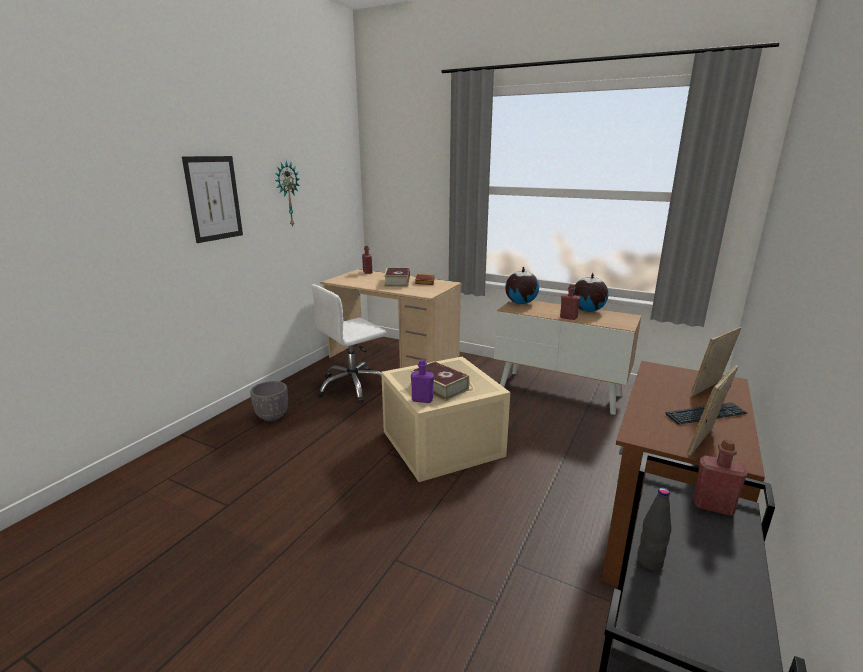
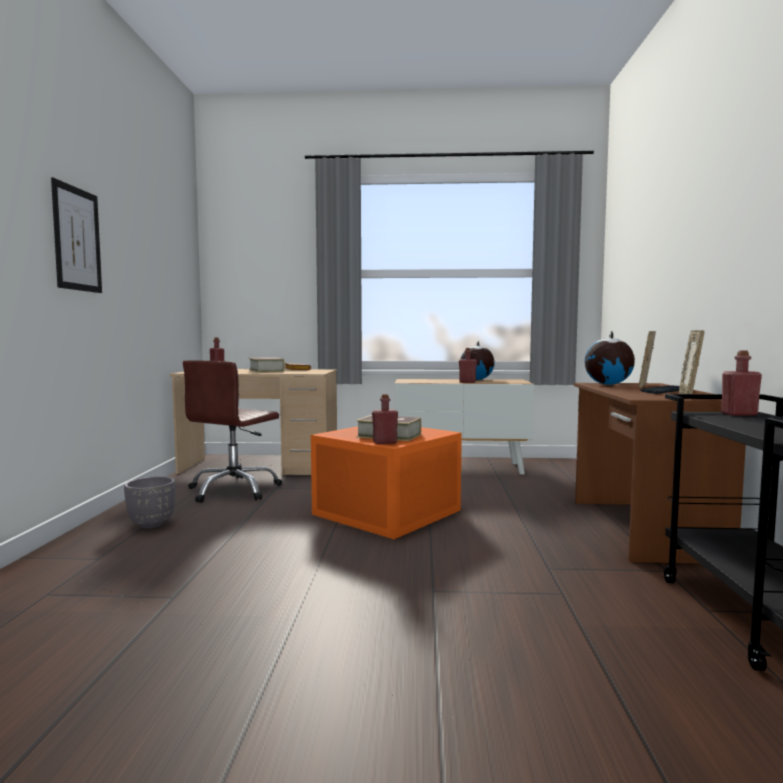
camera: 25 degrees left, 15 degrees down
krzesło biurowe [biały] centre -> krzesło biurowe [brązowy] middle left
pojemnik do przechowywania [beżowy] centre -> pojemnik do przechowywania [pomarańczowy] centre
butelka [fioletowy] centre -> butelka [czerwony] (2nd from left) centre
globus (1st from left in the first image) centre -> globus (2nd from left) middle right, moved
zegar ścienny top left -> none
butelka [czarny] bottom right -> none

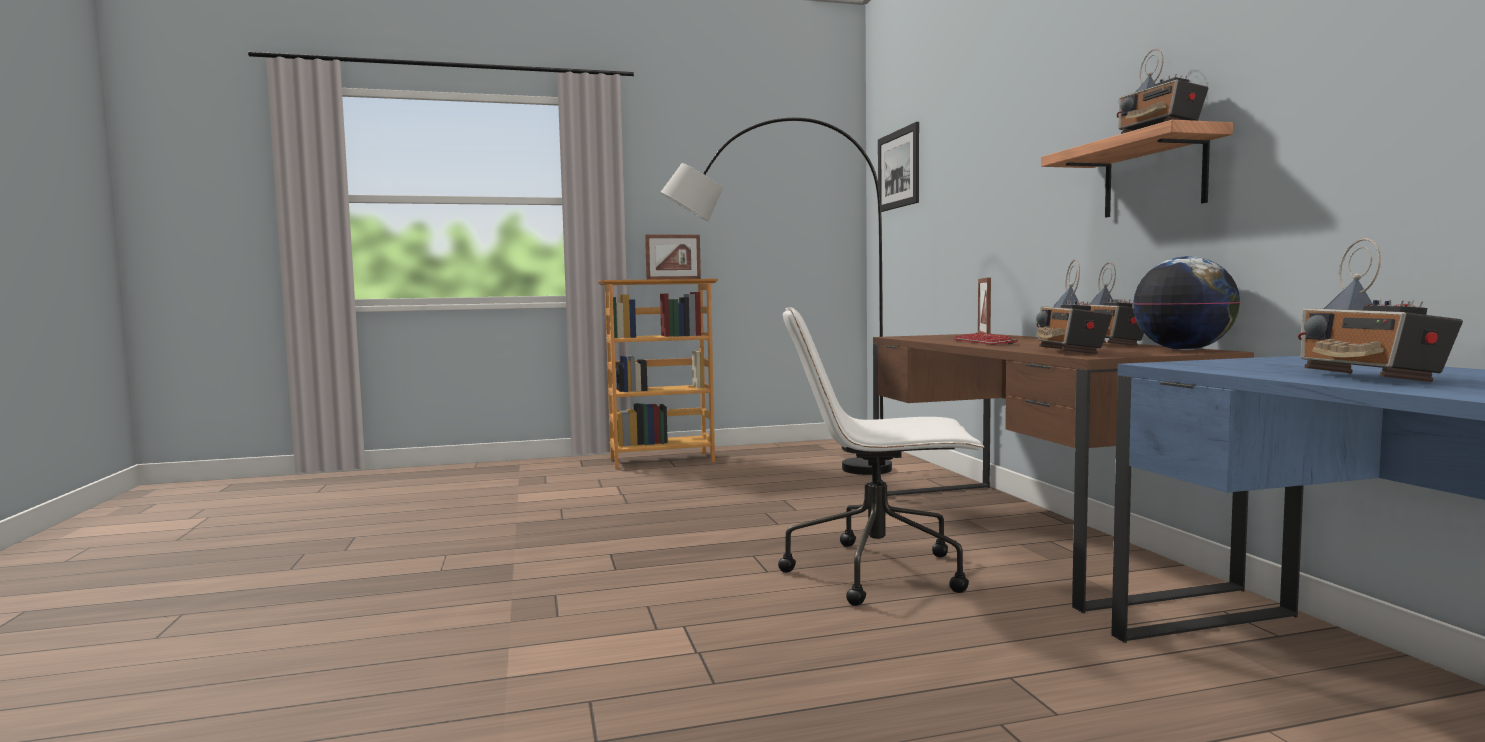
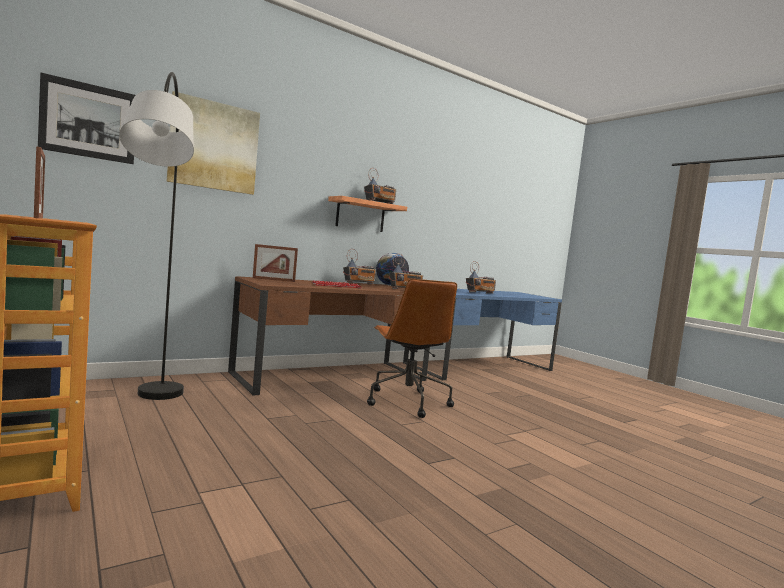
camera: 110 degrees left, 0 degrees up
none -> obraz (2nd from left) top left
krzesło biurowe [biały] centre -> krzesło biurowe [brązowy] centre

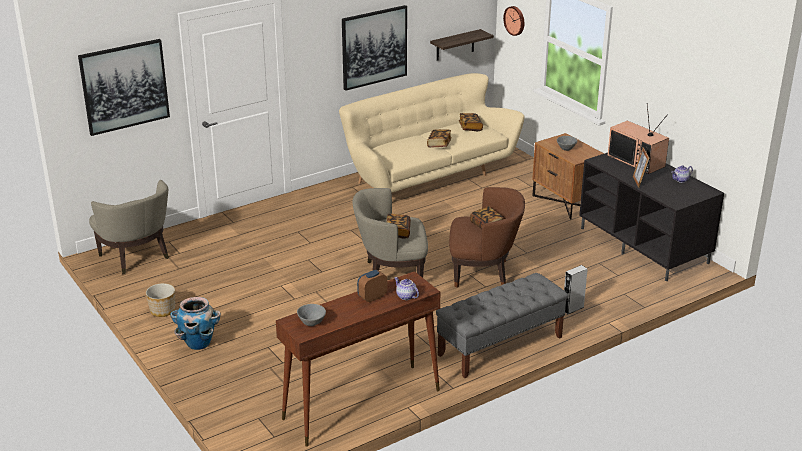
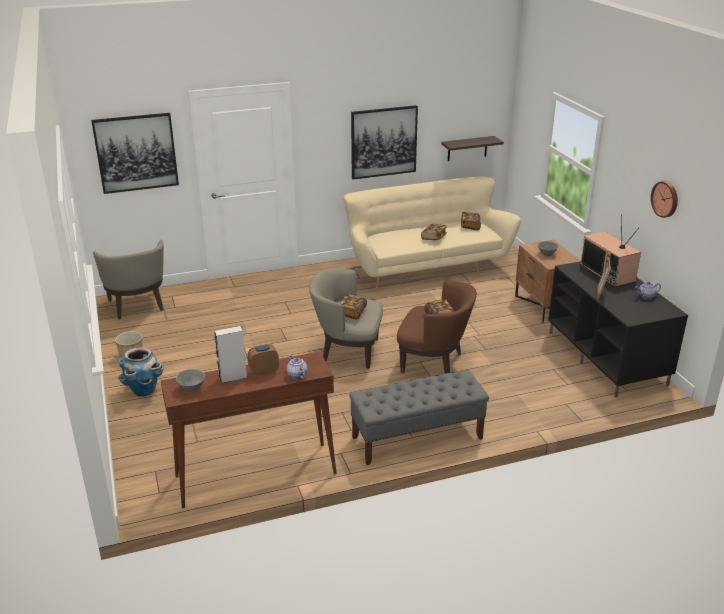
camera: 15 degrees right, 0 degrees up
głośnik [szary] middle right -> głośnik [szary] middle left, moved
zegar ścienny top centre -> zegar ścienny top right, moved

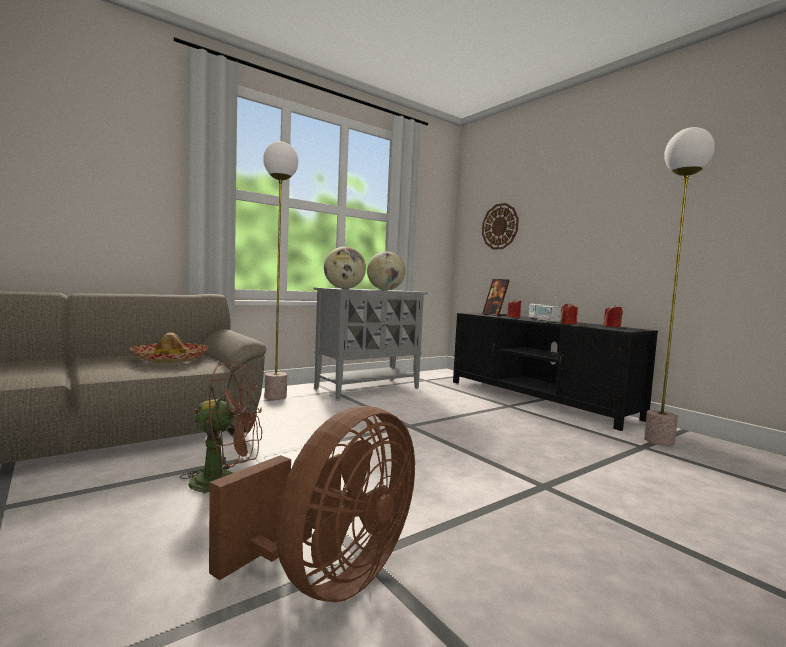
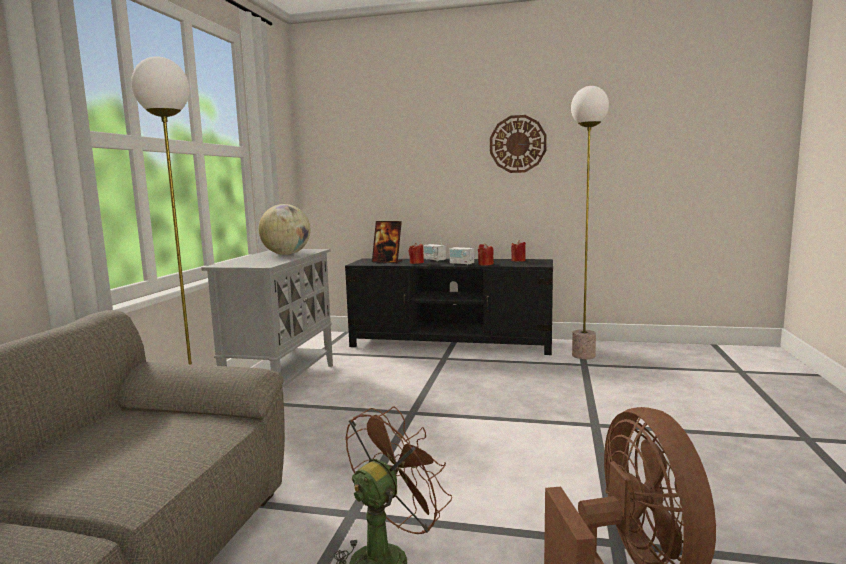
camera: 40 degrees left, 5 degrees up
zegar ścienny centre -> zegar ścienny top centre, moved
kapelusz middle left -> none
globus (1st from left) centre -> none

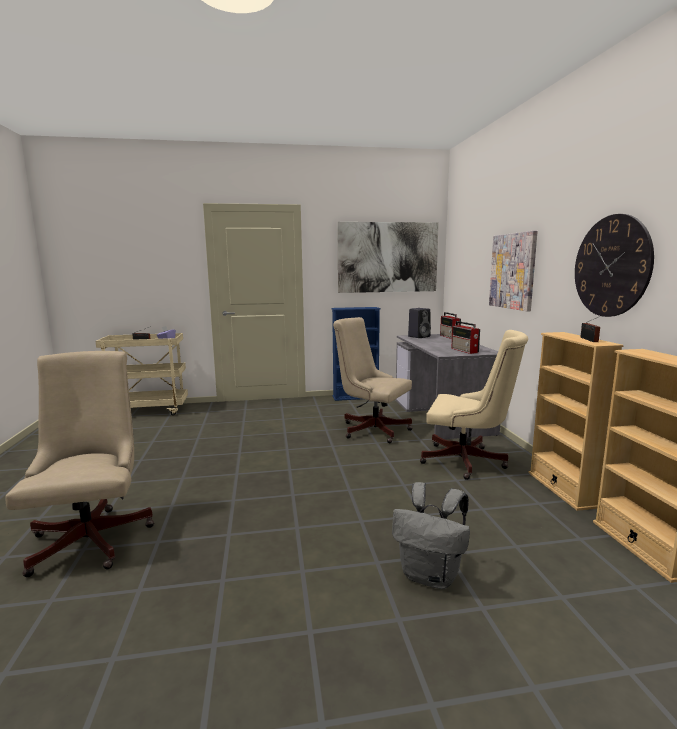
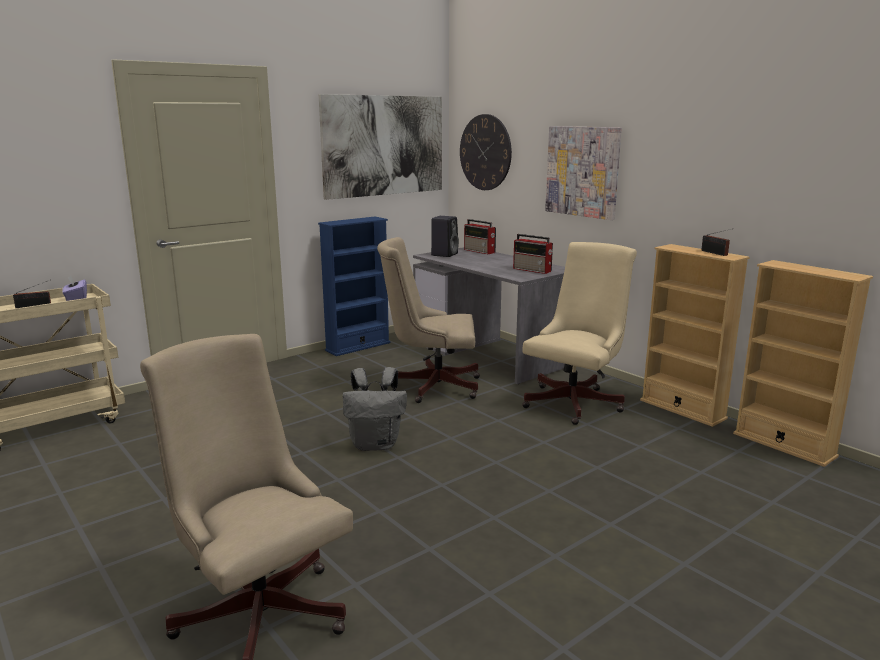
camera: 30 degrees left, 5 degrees up
plecak [szary] bottom centre -> plecak [szary] centre, moved
zegar ścienny middle right -> zegar ścienny top centre, moved
krzesło biurowe [beżowy] (3rd from left) middle right -> krzesło biurowe [beżowy] (3rd from left) centre, 45 degrees counterclockwise

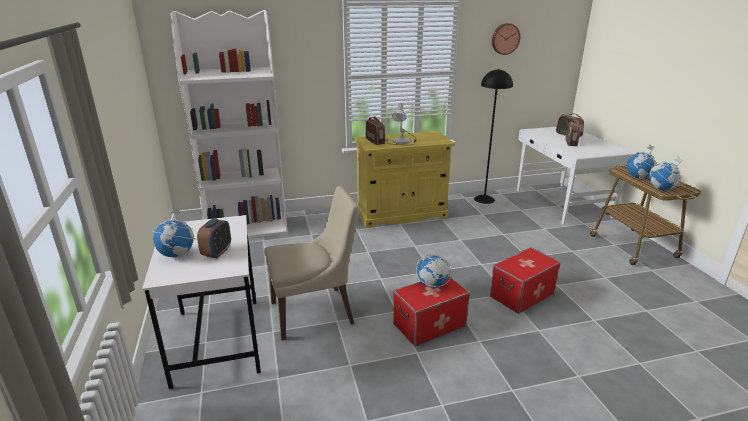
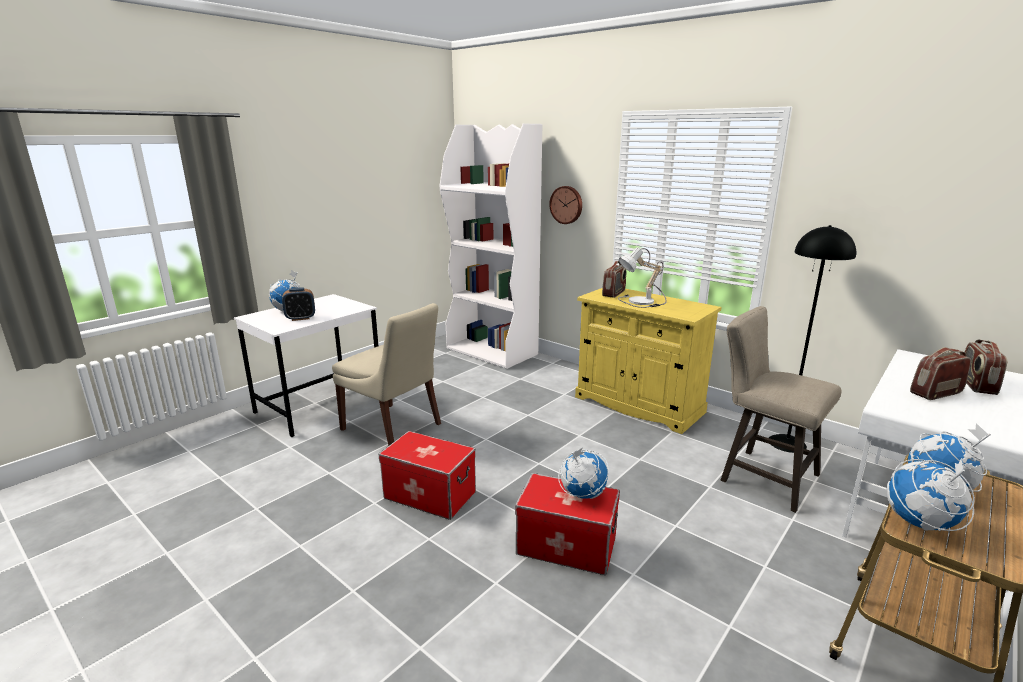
camera: 55 degrees right, 5 degrees down
zegar ścienny top right -> zegar ścienny top centre, moved
globus (2nd from left) centre -> globus (2nd from left) bottom centre, moved
none -> stołek [beżowy] middle right

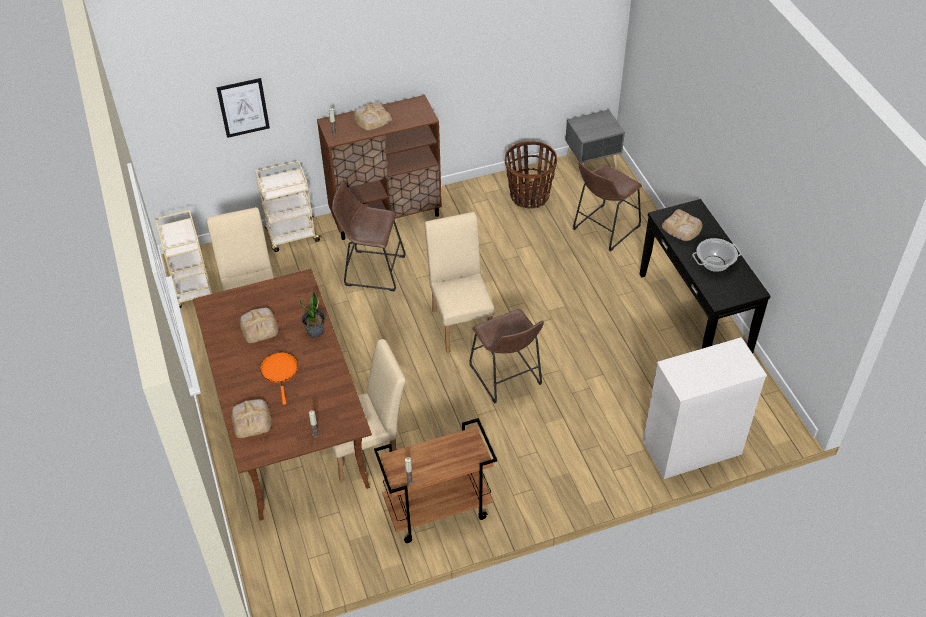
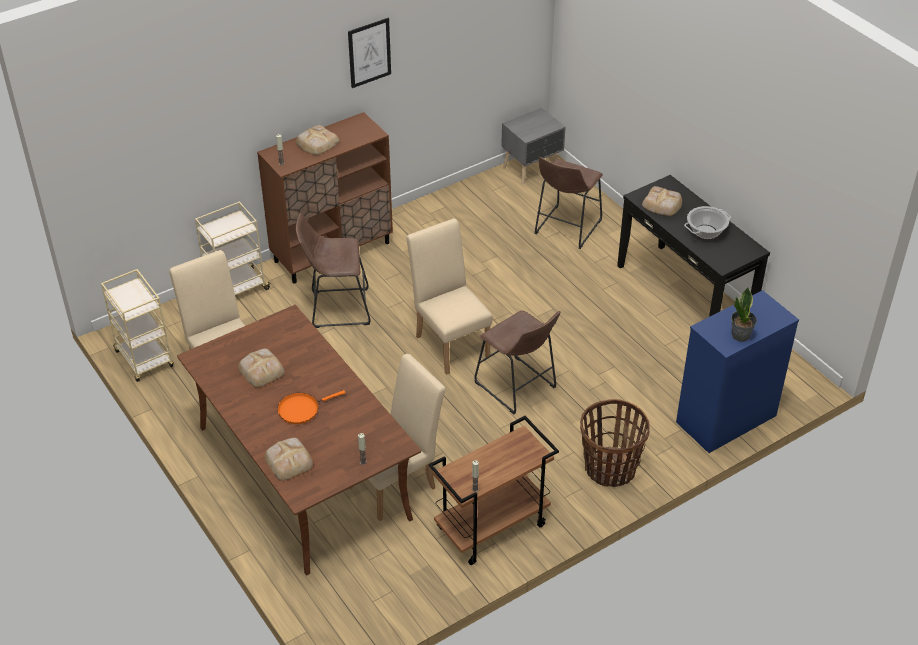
camera: 15 degrees left, 5 degrees down
patelnia [pomarańczowy] middle left -> patelnia [pomarańczowy] centre, 90 degrees counterclockwise
obraz top left -> obraz top centre, moved
koszyk top centre -> koszyk bottom right, moved
komoda [biały] middle right -> komoda [niebieski] middle right
roślina doniczkowa centre -> roślina doniczkowa middle right, moved

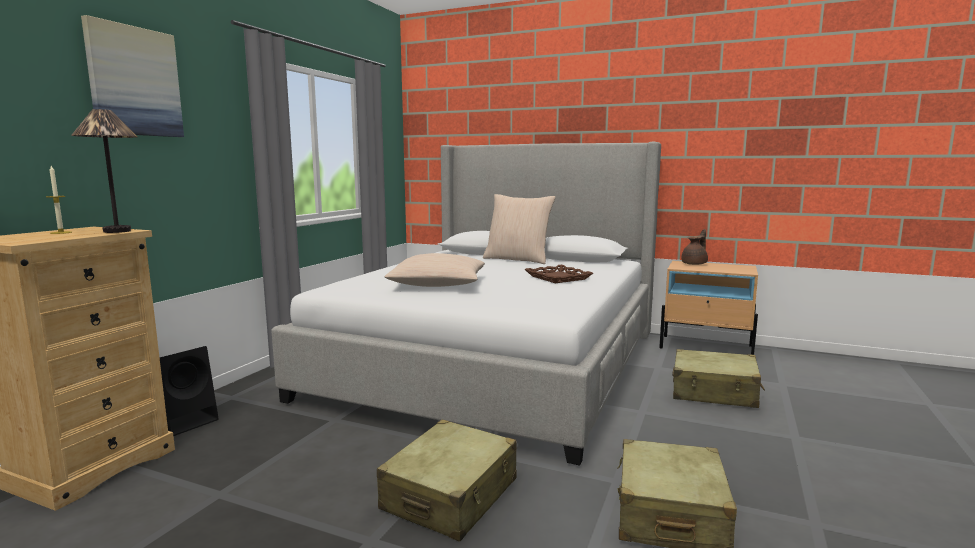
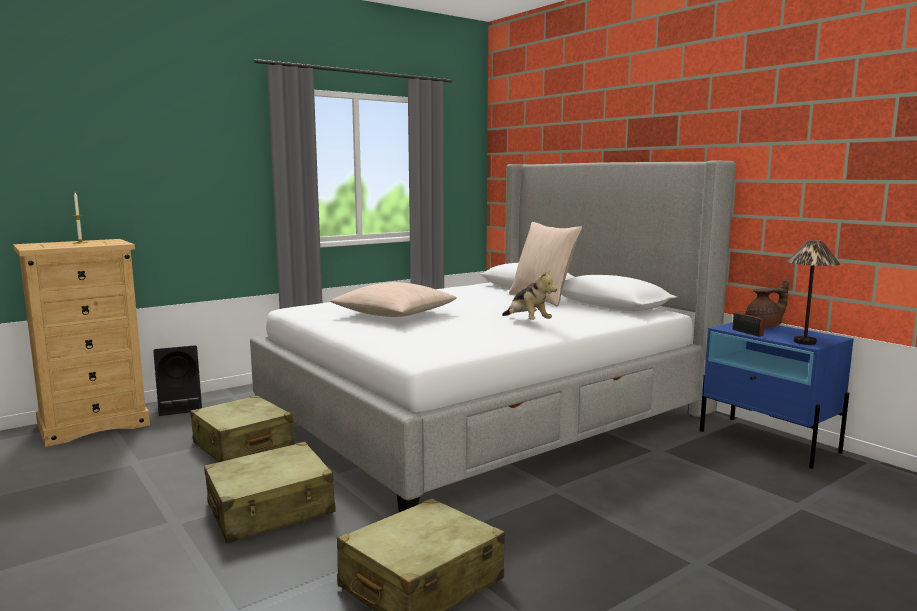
camera: 30 degrees right, 0 degrees up
walizka [beżowy] (3rd from left in the first image) bottom right -> walizka [beżowy] (1st from left) bottom left, moved
taca [brązowy] centre -> pluszak centre
szafka nocna [beżowy] middle right -> szafka nocna [niebieski] middle right
none -> radio middle right
lampa stołowa top left -> lampa stołowa middle right, moved
obraz top left -> none

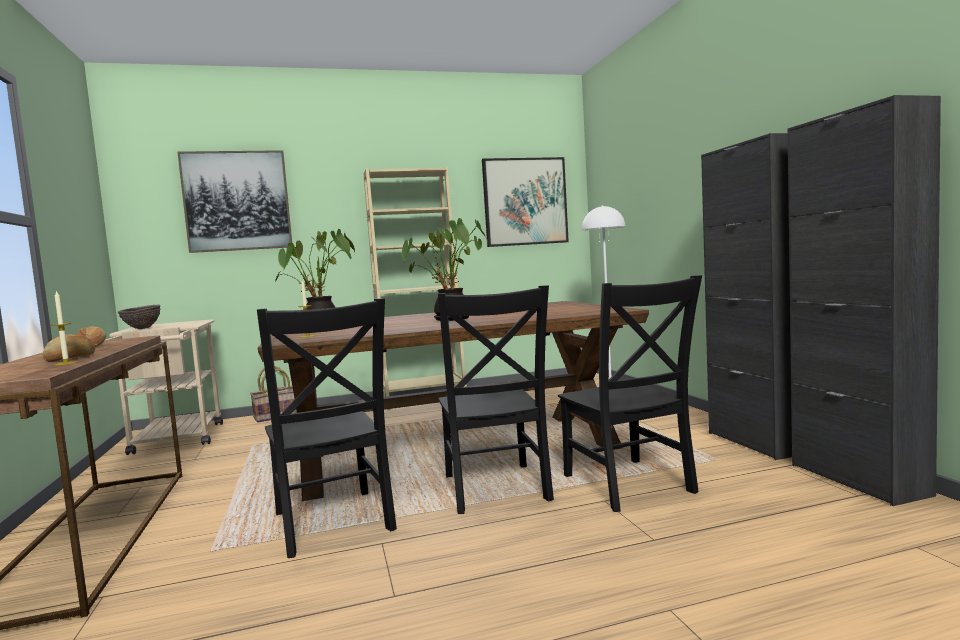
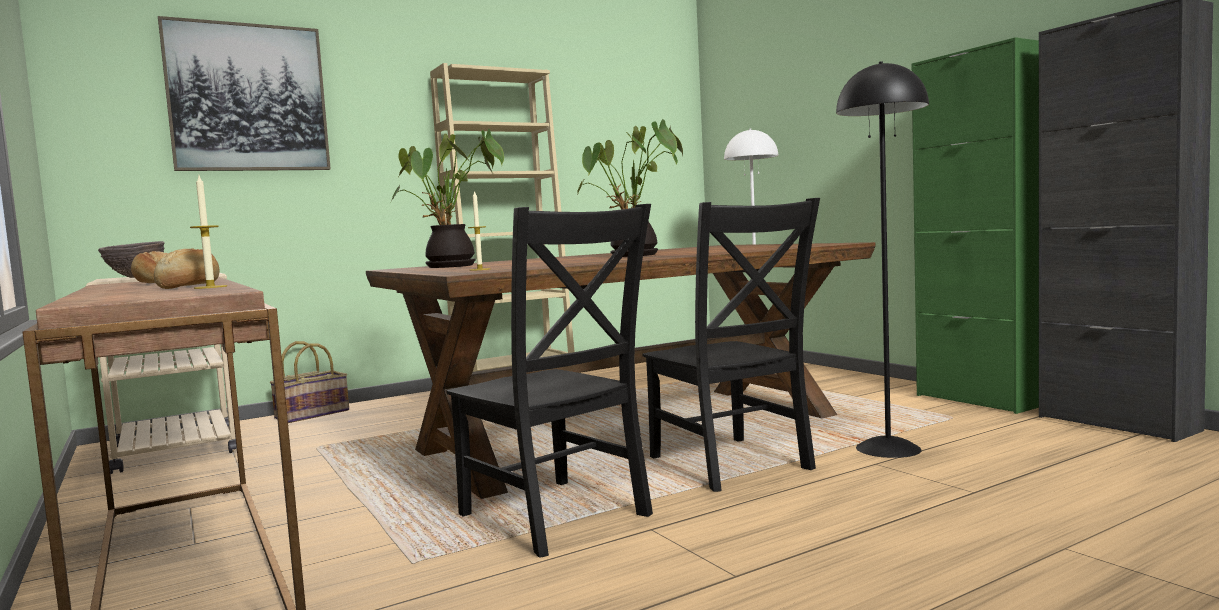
camera: 15 degrees left, 0 degrees up
krzesło [czarny] (3rd from left) centre -> lampa stojąca [czarny] middle right
szafka [czarny] (1st from left) middle right -> szafka [zielony] middle right
obraz (2nd from left) top centre -> none

